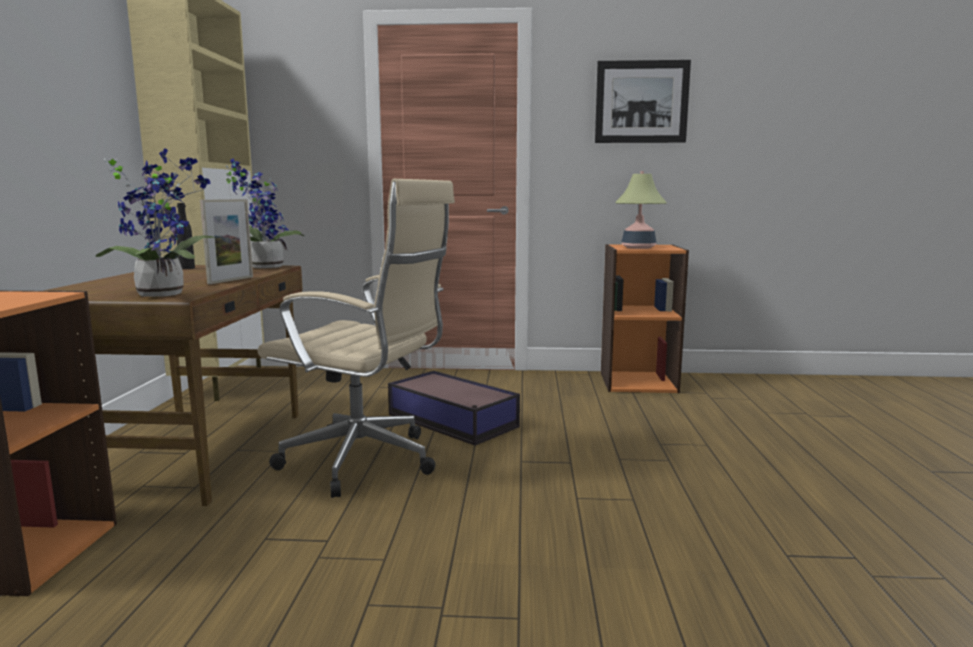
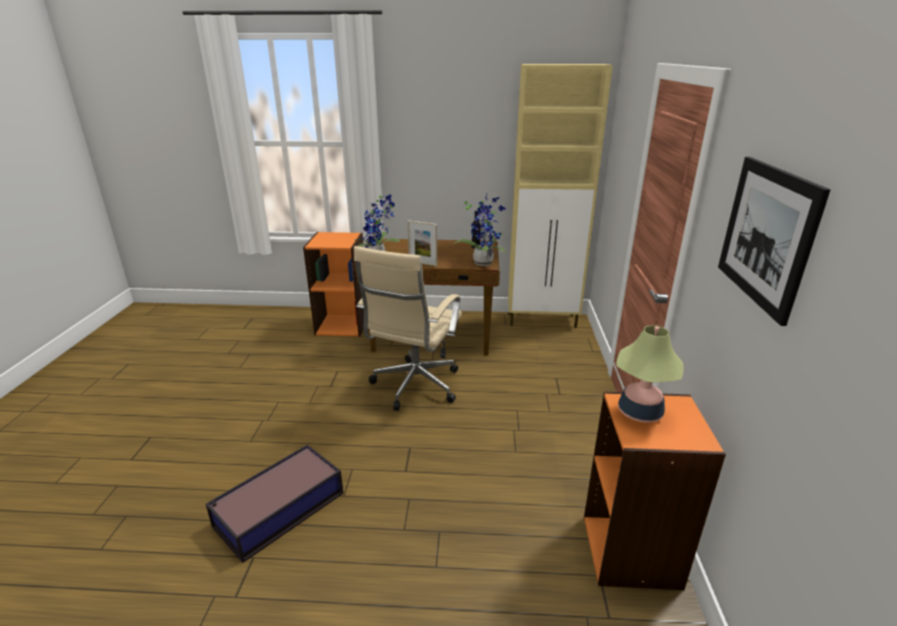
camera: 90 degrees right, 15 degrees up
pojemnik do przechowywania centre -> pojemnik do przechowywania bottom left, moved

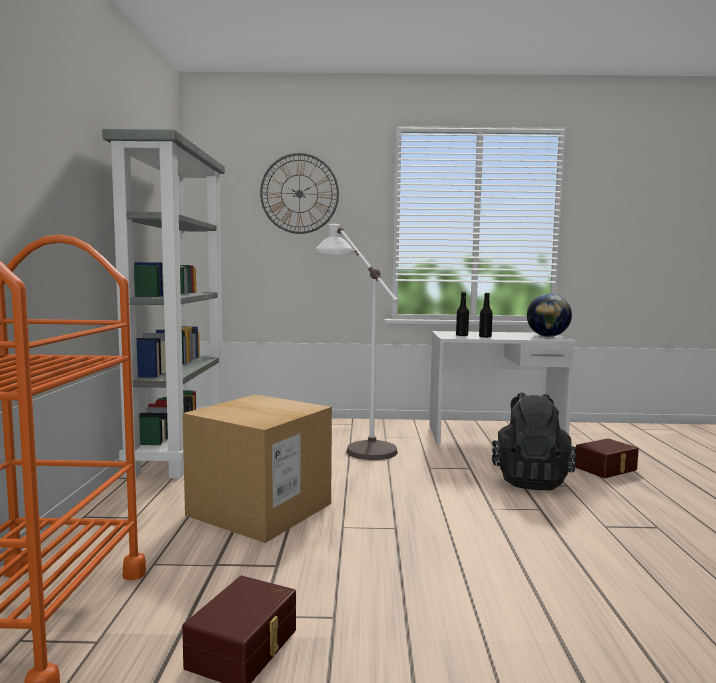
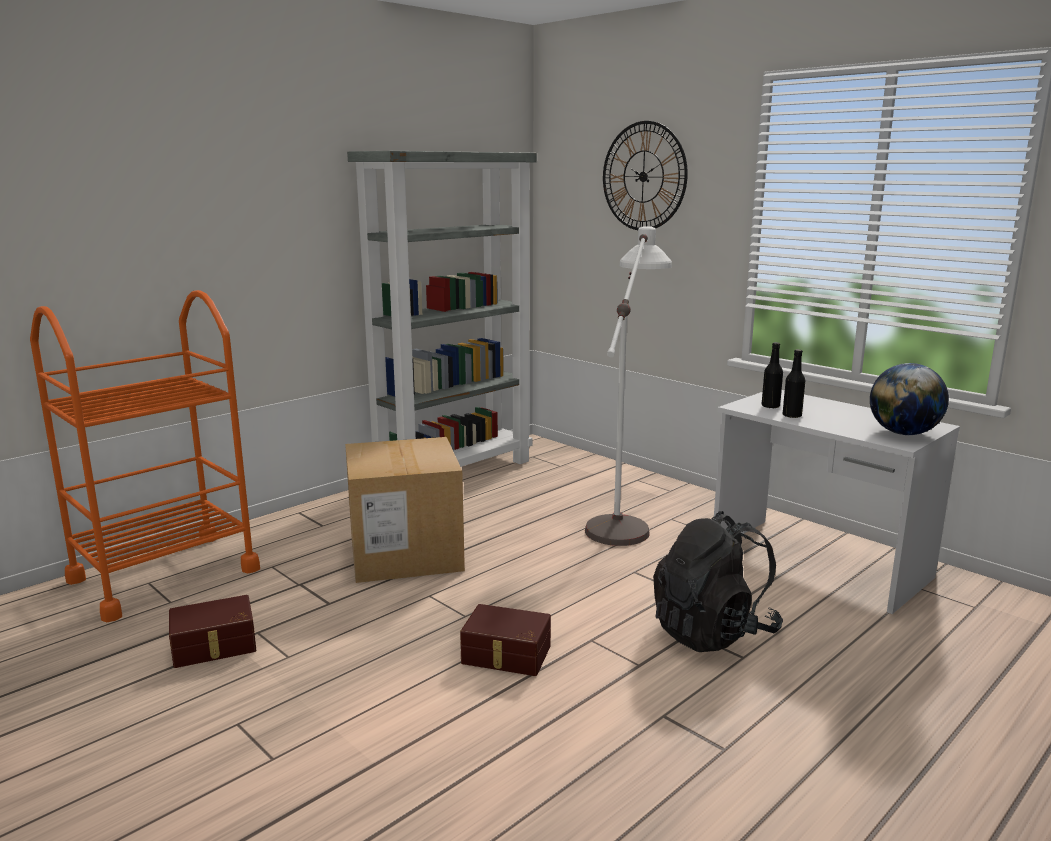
camera: 45 degrees right, 10 degrees up
pojemnik do przechowywania [brązowy] (2nd from left) bottom right -> pojemnik do przechowywania [brązowy] (2nd from left) bottom centre, moved

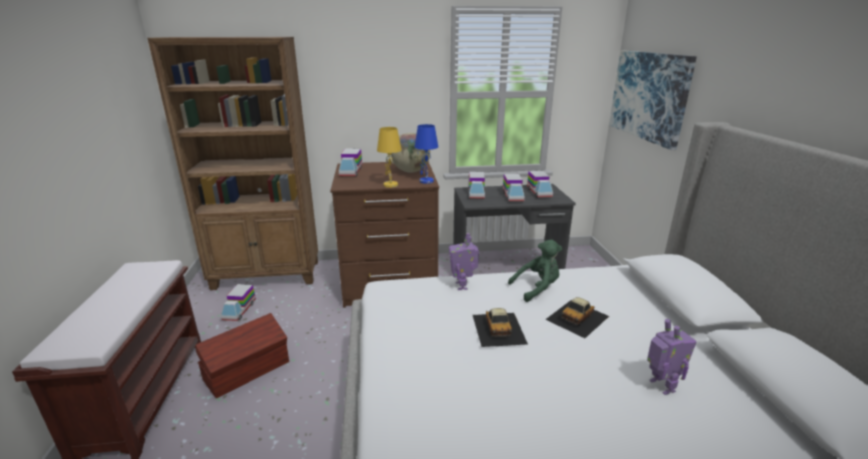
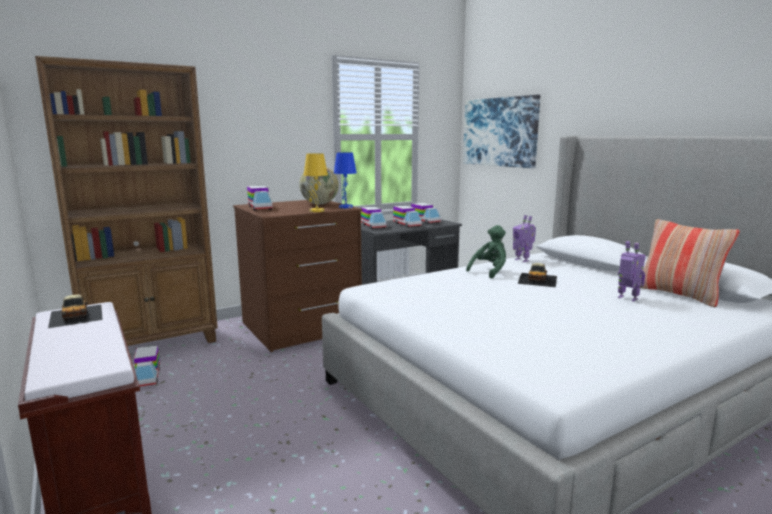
camera: 25 degrees left, 10 degrees down
samochodzik (1st from left) bottom centre -> samochodzik (1st from left) middle left, moved
robot zabawkowy (1st from left) centre -> robot zabawkowy (1st from left) middle right, moved
none -> poduszka middle right
pojemnik do przechowywania [brązowy] bottom left -> none

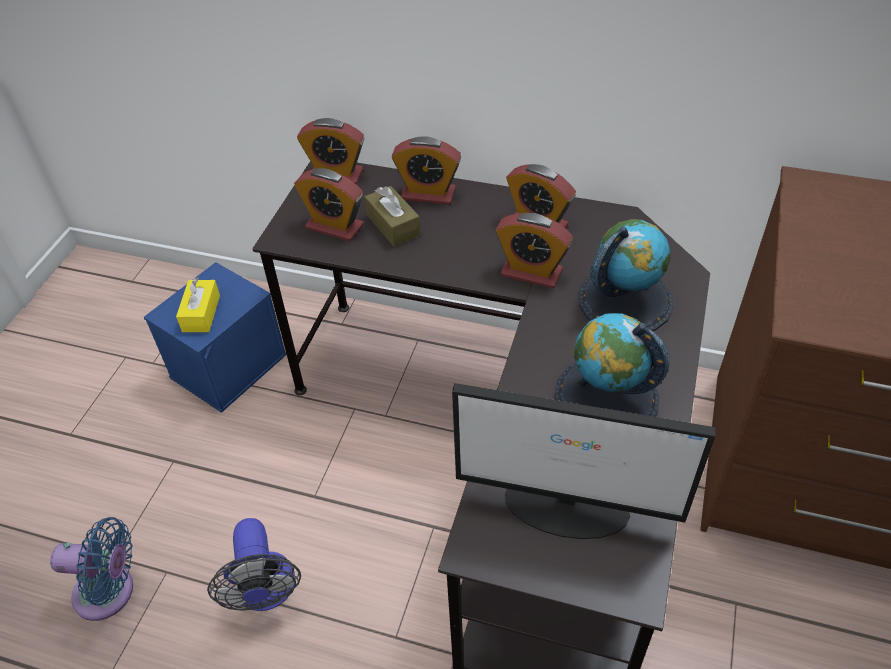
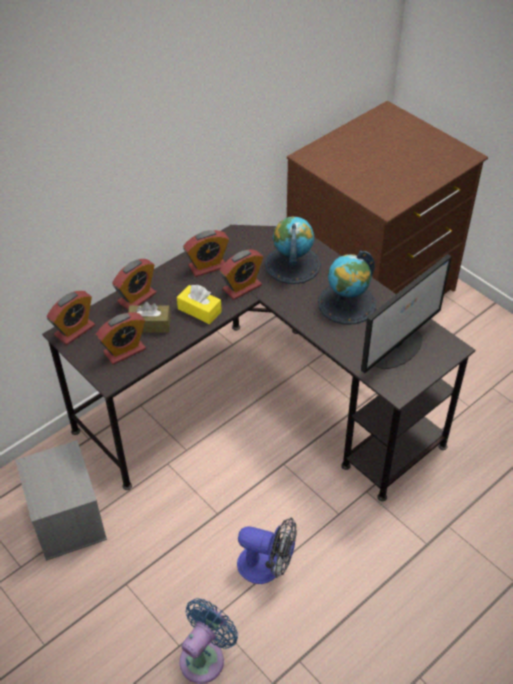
camera: 60 degrees left, 0 degrees up
pojemnik do przechowywania [niebieski] middle left -> pojemnik do przechowywania [szary] bottom left
pudełko chusteczek [żółty] middle left -> pudełko chusteczek [żółty] centre, moved

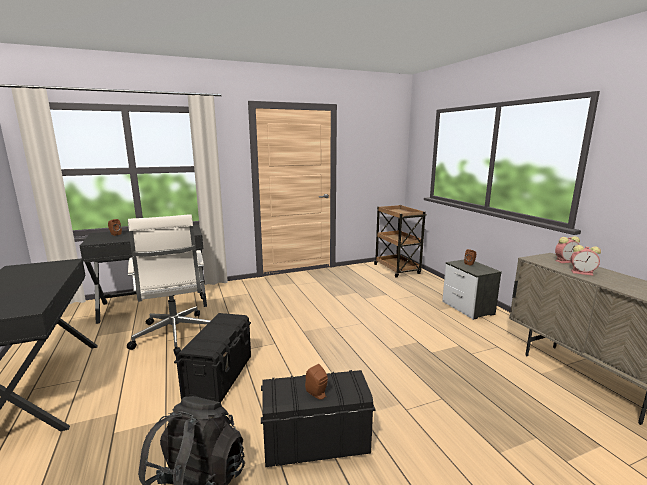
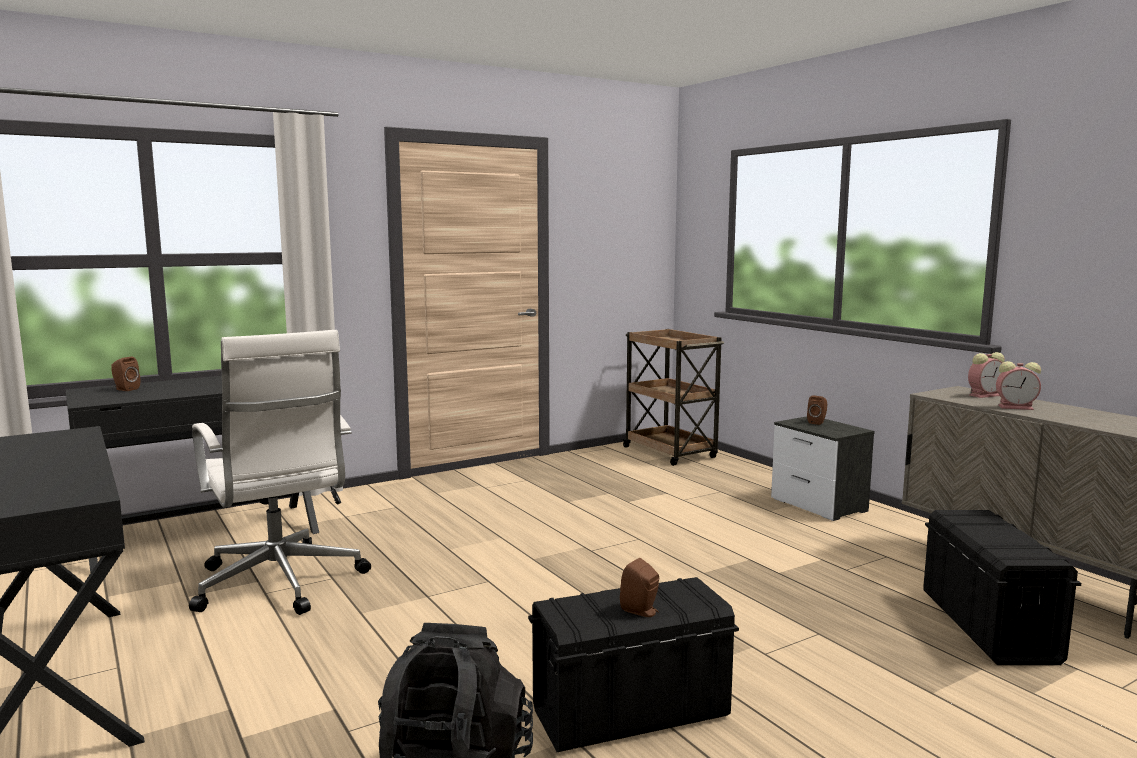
camera: 10 degrees left, 5 degrees down
pojemnik do przechowywania [czarny] (1st from left in the first image) bottom left -> pojemnik do przechowywania [czarny] (2nd from left) bottom right, moved

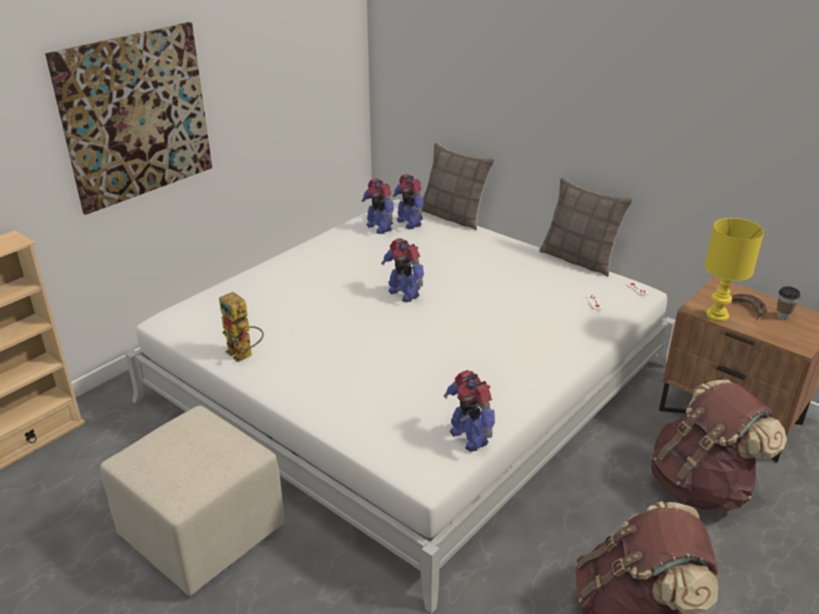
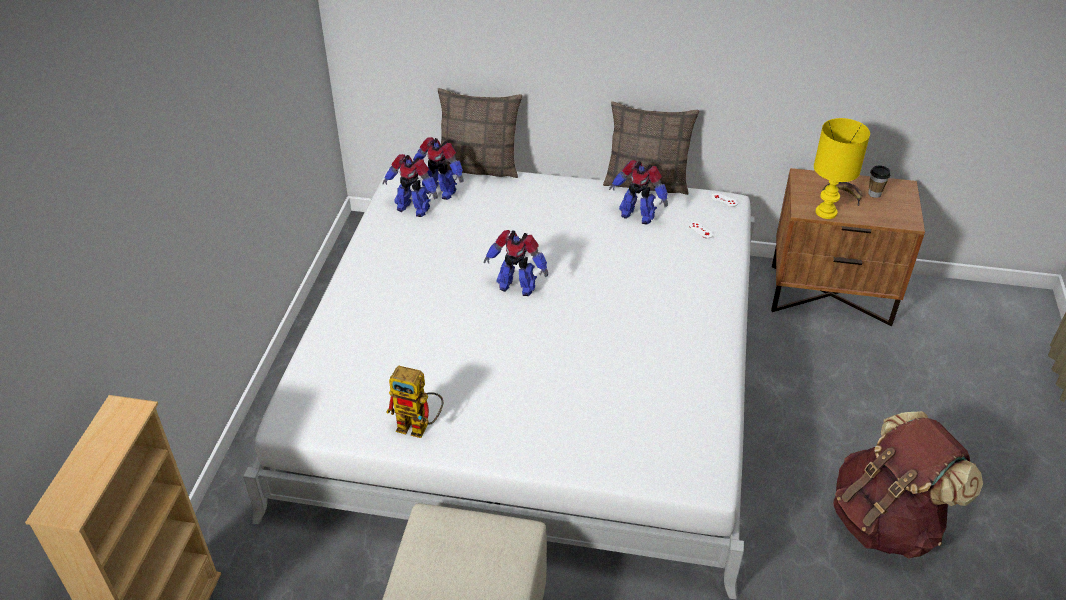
camera: 30 degrees left, 10 degrees up
robot zabawkowy (5th from left) bottom centre -> robot zabawkowy (5th from left) top centre, moved
obraz top left -> none
plecak [brązowy] (2nd from left) bottom right -> none

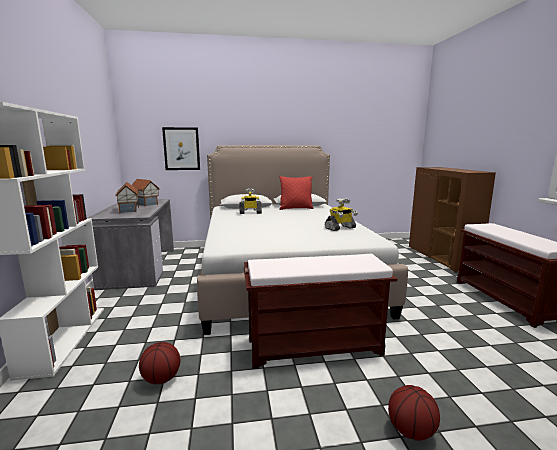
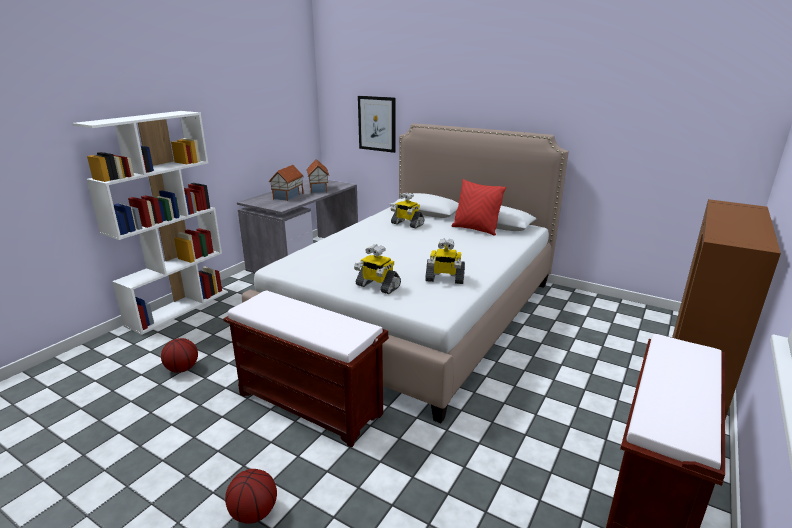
camera: 40 degrees right, 10 degrees up
none -> robot zabawkowy (1st from left) centre

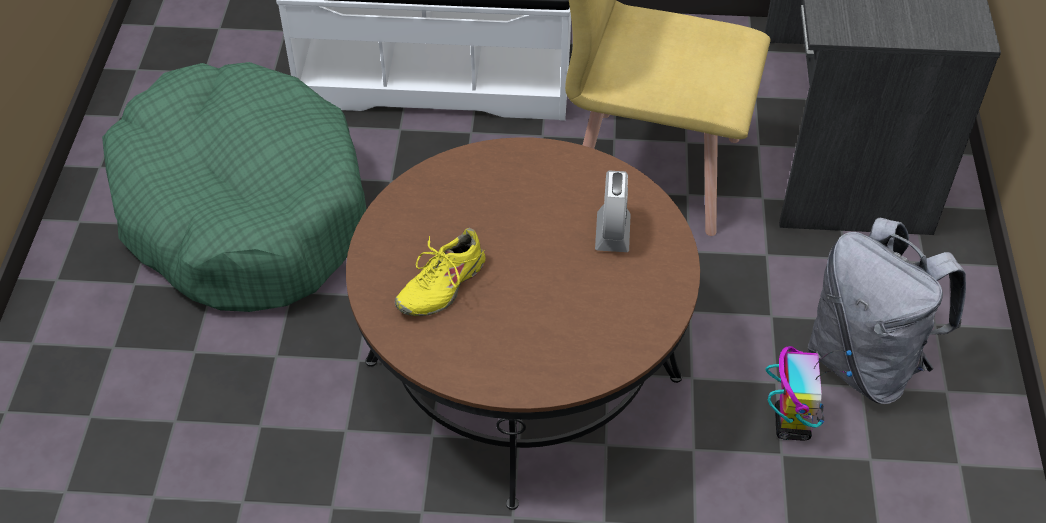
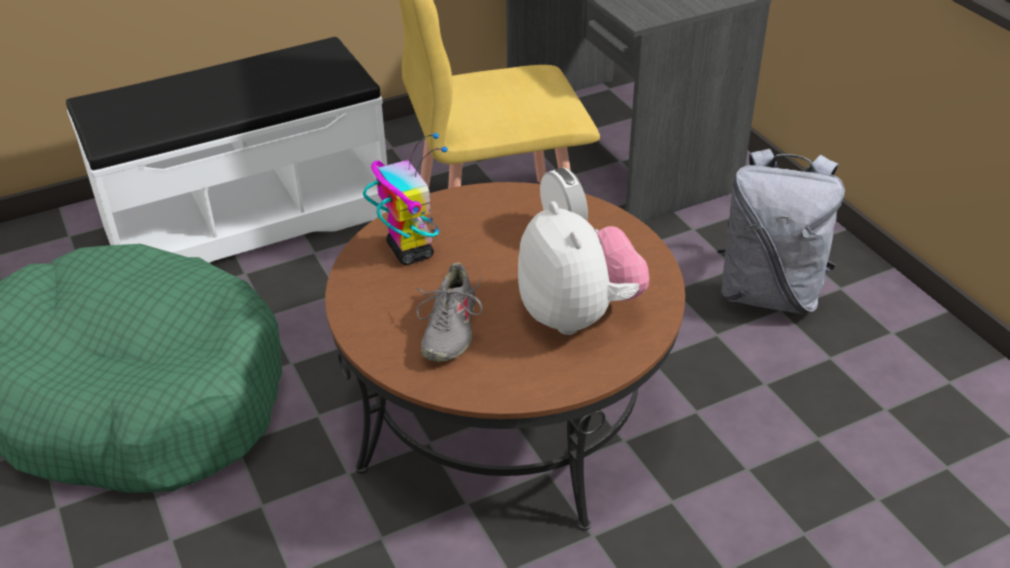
camera: 30 degrees left, 10 degrees down
robot zabawkowy bottom right -> robot zabawkowy centre, moved
but [żółty] centre -> but [szary] centre
none -> pluszak centre

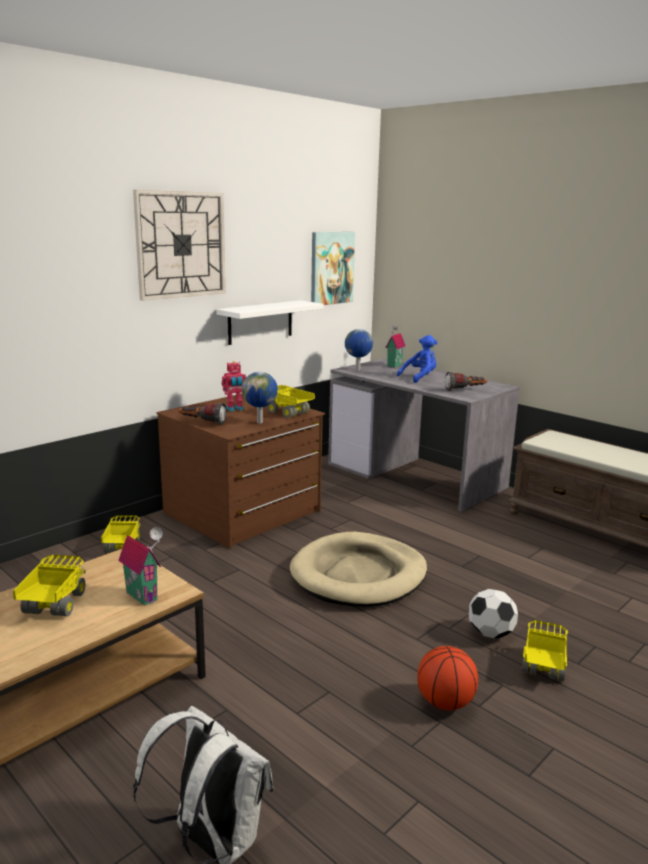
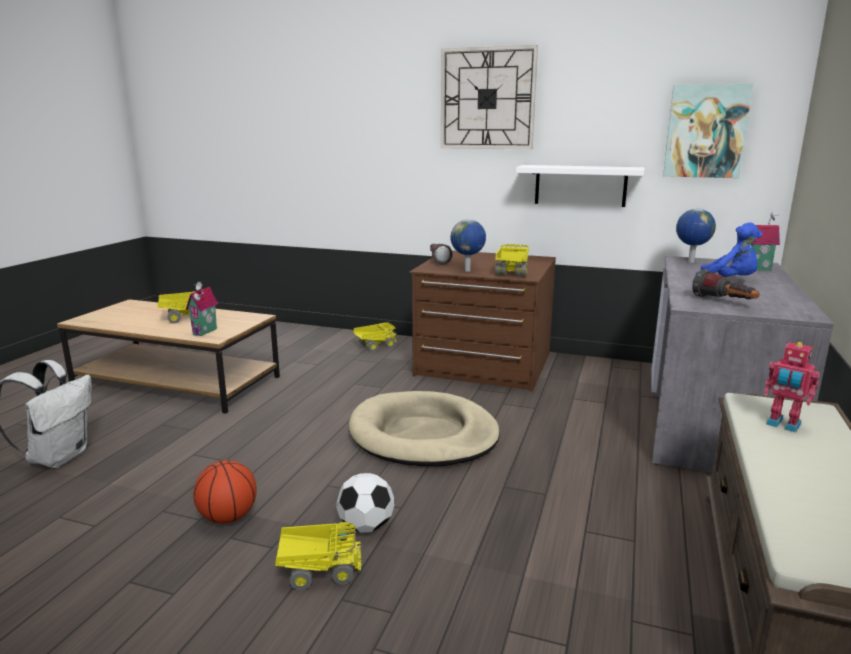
camera: 65 degrees right, 0 degrees up
robot zabawkowy centre -> robot zabawkowy middle right, moved

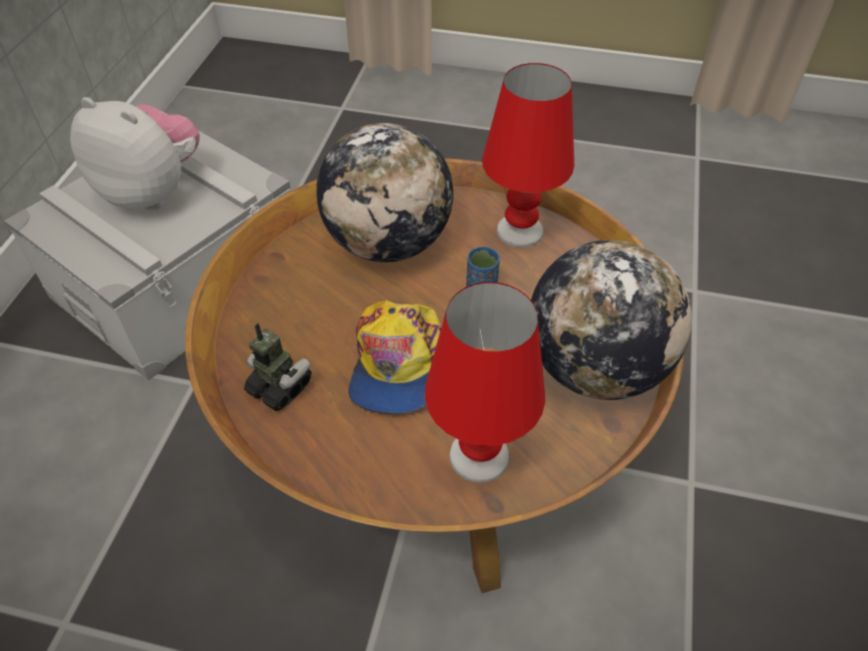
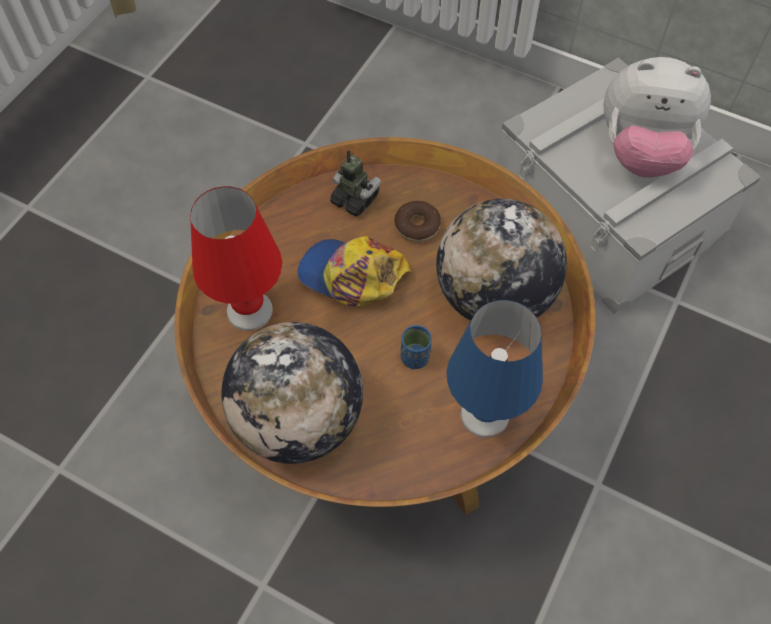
camera: 105 degrees right, 10 degrees up
robot zabawkowy middle left -> robot zabawkowy top centre, 105 degrees counterclockwise
none -> donut centre
lampa stołowa [czerwony] (2nd from left) top centre -> lampa stołowa [niebieski] centre
pluszak top left -> pluszak top right, 60 degrees clockwise

